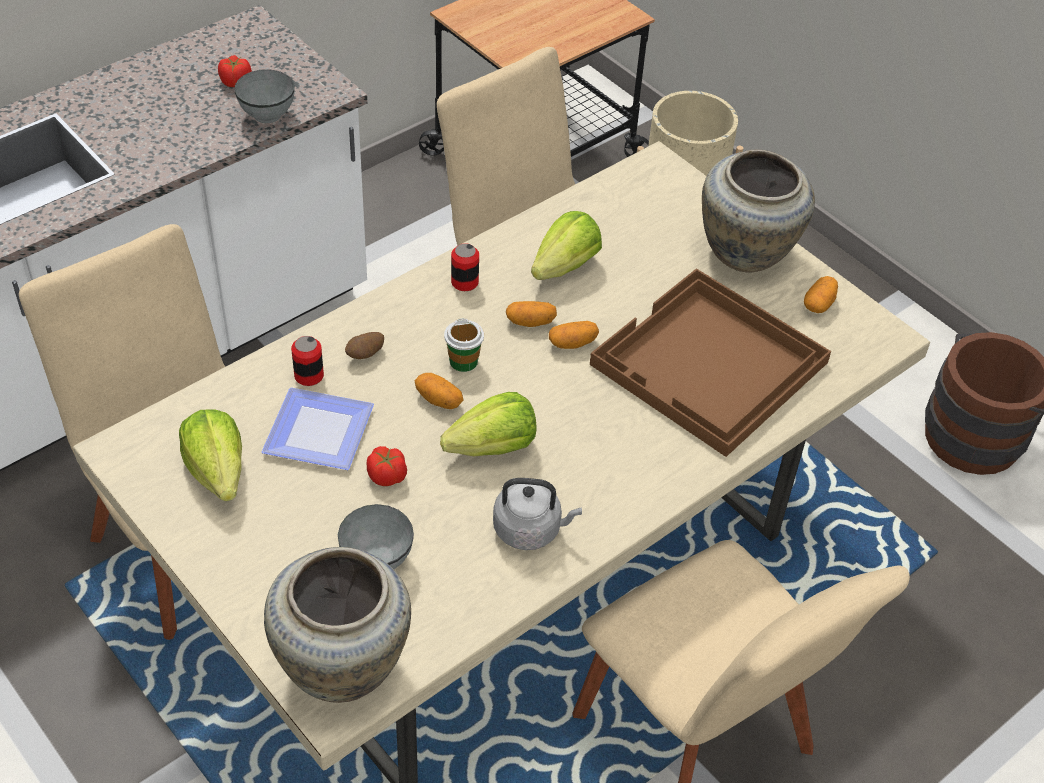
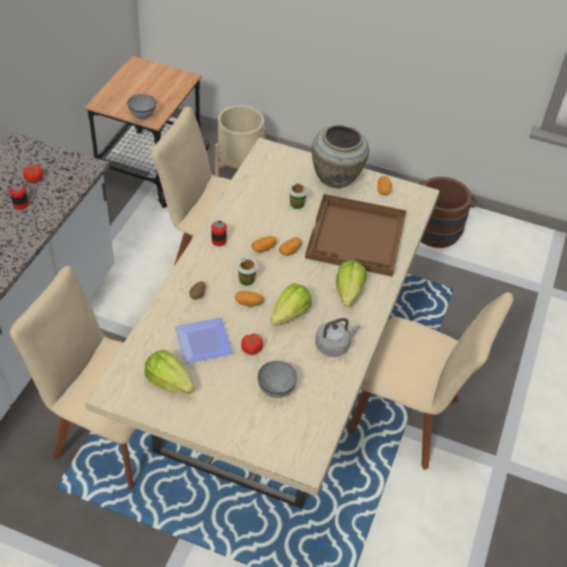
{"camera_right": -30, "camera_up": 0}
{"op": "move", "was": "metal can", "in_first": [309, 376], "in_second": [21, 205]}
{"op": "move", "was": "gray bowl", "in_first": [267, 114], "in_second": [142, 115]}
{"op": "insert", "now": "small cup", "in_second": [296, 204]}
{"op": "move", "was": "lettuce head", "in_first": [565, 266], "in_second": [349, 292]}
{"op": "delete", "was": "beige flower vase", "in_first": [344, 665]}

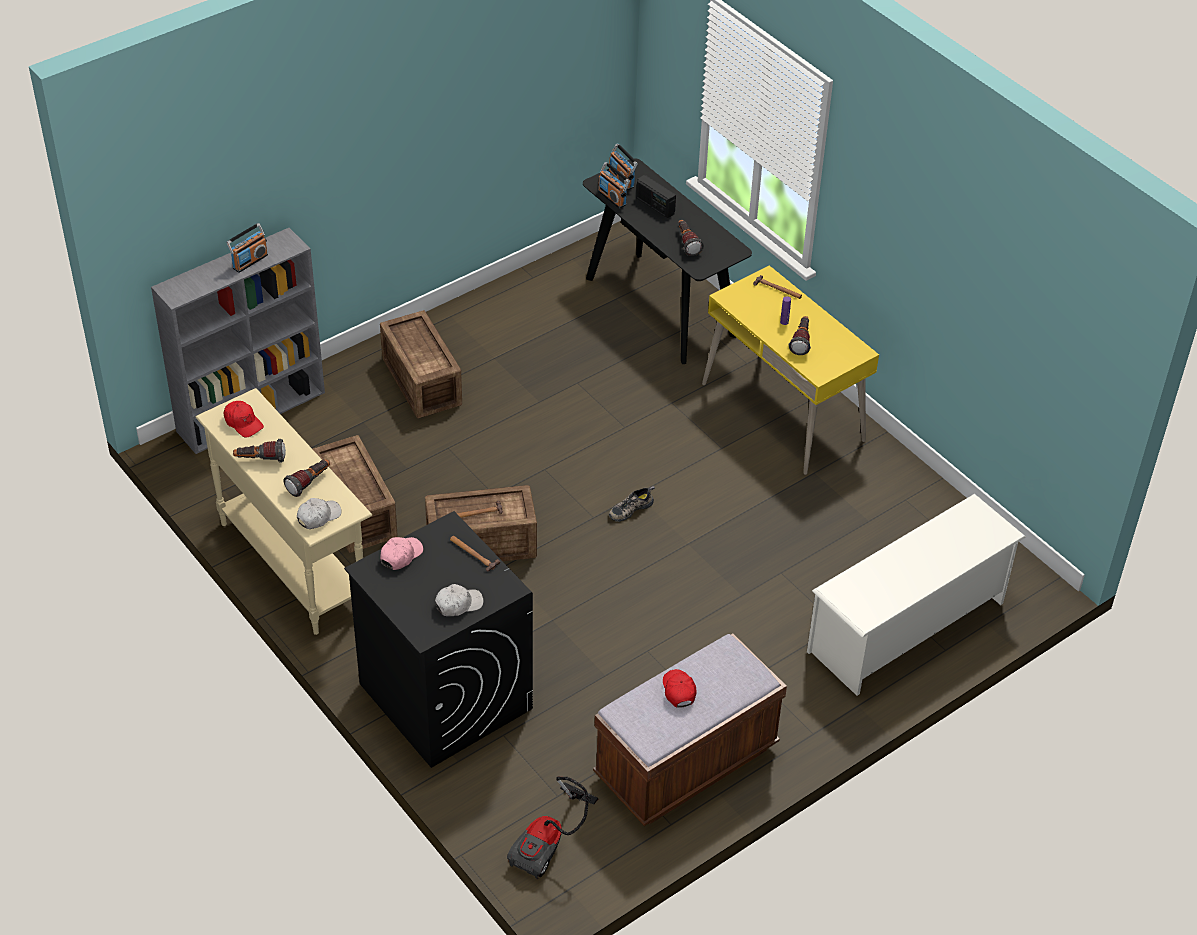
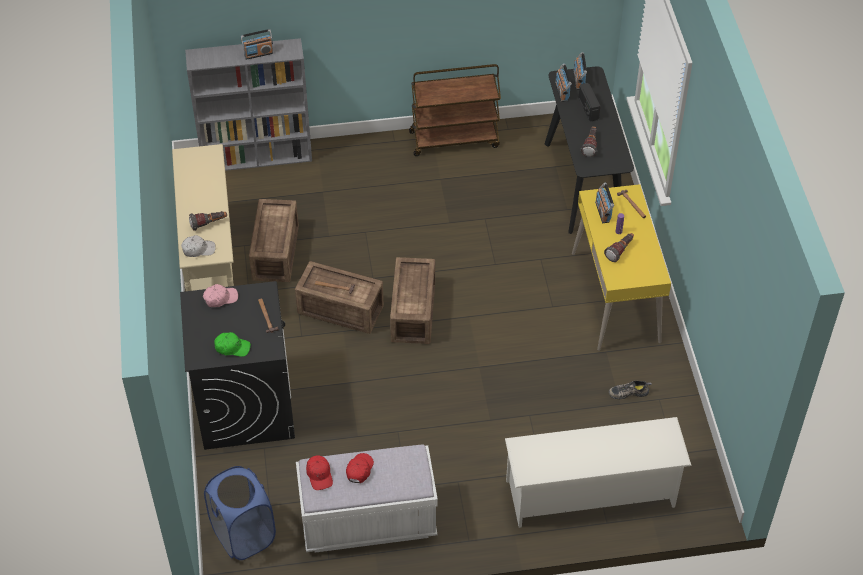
{"camera_right": 30, "camera_up": 5}
{"op": "replace", "was": "vacuum", "now": "blue-coloured hamper", "in_first": [550, 842], "in_second": [243, 535]}
{"op": "recolor", "was": "whitish cap", "now": "green-coloured cap", "in_first": [458, 604], "in_second": [232, 347]}
{"op": "recolor", "was": "brown-coloured bench", "now": "whitish bench", "in_first": [686, 763], "in_second": [368, 521]}
{"op": "move", "was": "red-coloured cap", "in_first": [243, 423], "in_second": [319, 475]}
{"op": "move", "was": "shipping crate", "in_first": [422, 380], "in_second": [414, 311]}
{"op": "insert", "now": "brown-coloured wheeled cart", "in_second": [454, 139]}
{"op": "insert", "now": "radio set", "in_second": [603, 212]}
{"op": "move", "was": "item of footwear", "in_first": [630, 508], "in_second": [629, 392]}
{"op": "delete", "was": "flashlight", "in_first": [260, 460]}

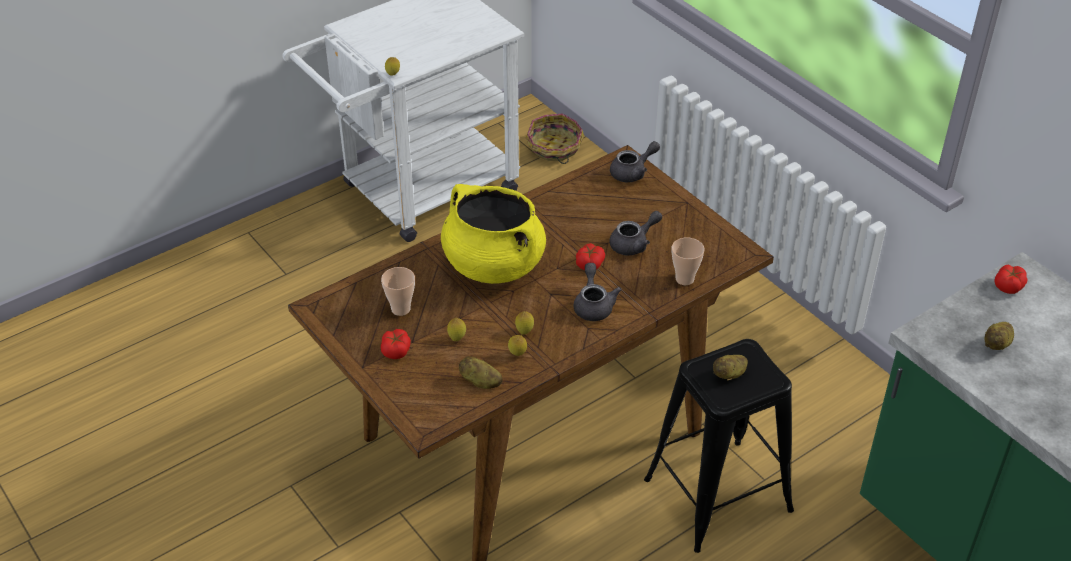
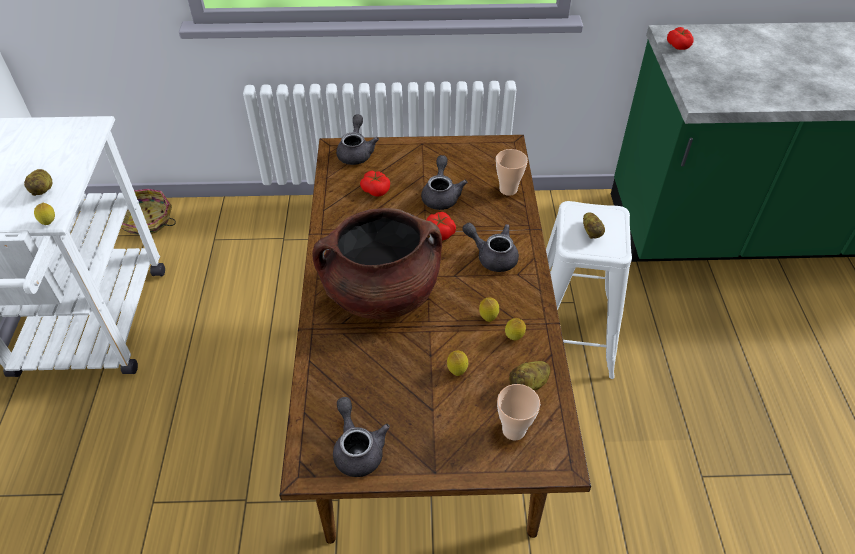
{"camera_right": -55, "camera_up": 5}
{"op": "move", "was": "whole potato", "in_first": [997, 344], "in_second": [43, 189]}
{"op": "recolor", "was": "yellow cooking pot", "now": "brown-coloured cooking pot", "in_first": [493, 265], "in_second": [382, 294]}
{"op": "insert", "now": "gray pot for tea", "in_second": [357, 448]}
{"op": "move", "was": "whole tomato", "in_first": [396, 350], "in_second": [375, 190]}
{"op": "move", "was": "small cup", "in_first": [401, 309], "in_second": [513, 430]}
{"op": "recolor", "was": "black-coloured stool", "now": "whitish stool", "in_first": [718, 495], "in_second": [570, 335]}

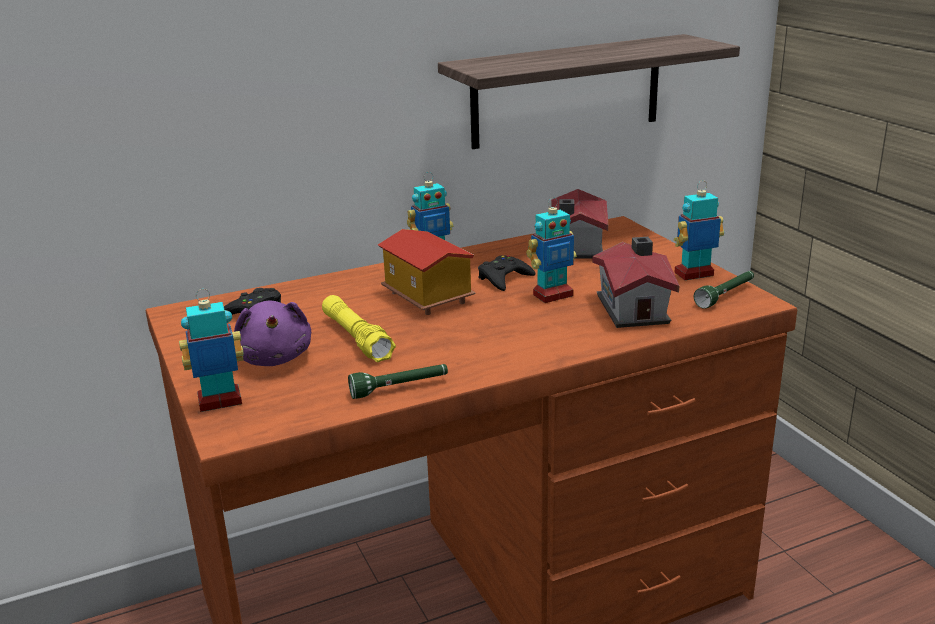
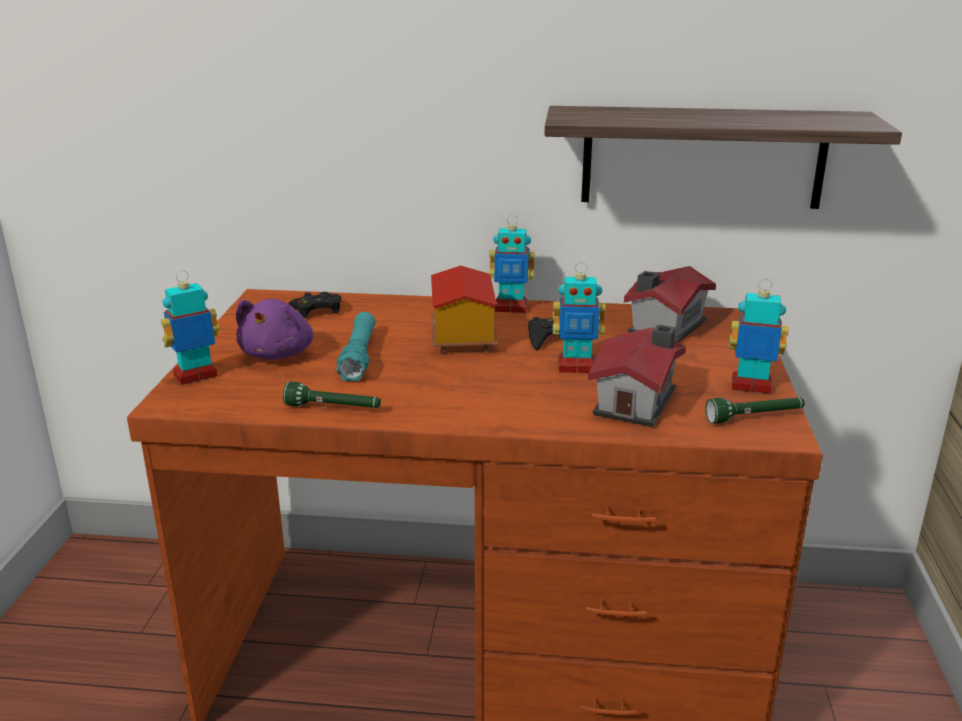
{"camera_right": 30, "camera_up": 0}
{"op": "rotate", "was": "model robot", "in_first": [220, 402], "in_second": [196, 376], "clockwise": -45}
{"op": "recolor", "was": "yellow flashlight", "now": "turquoise flashlight", "in_first": [356, 338], "in_second": [359, 356]}

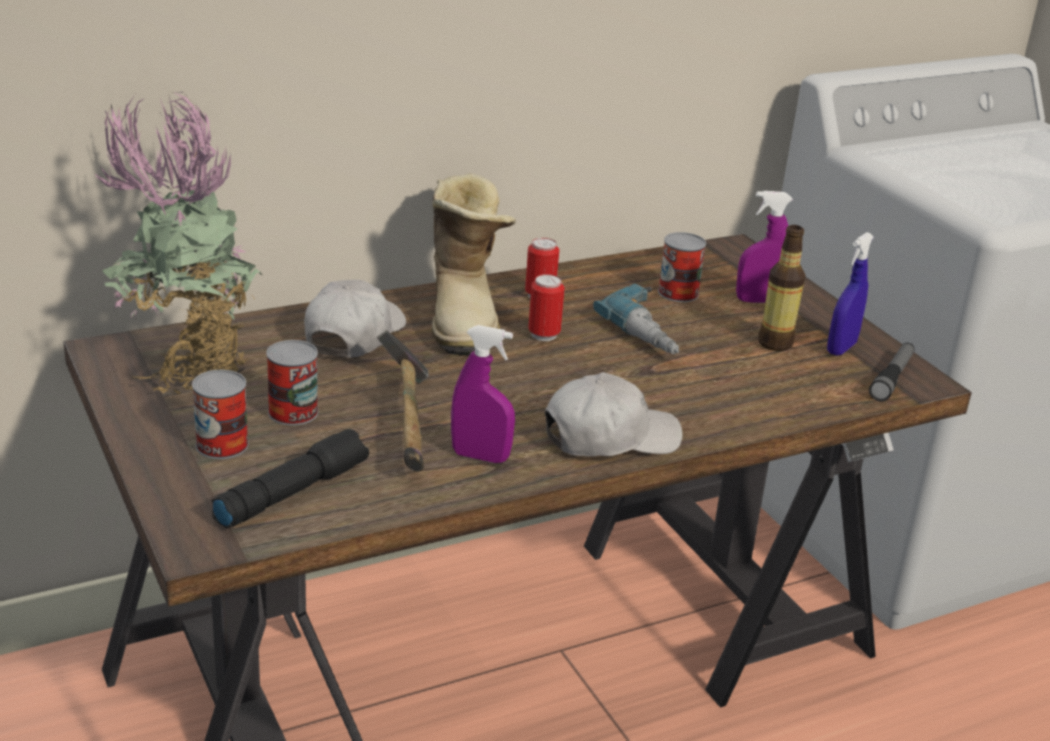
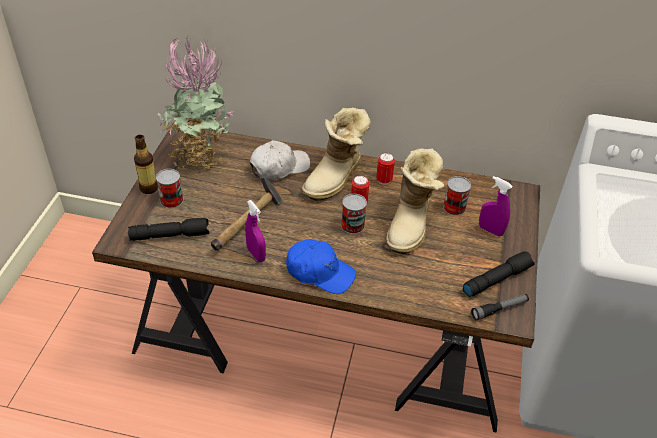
{"camera_right": 40, "camera_up": 15}
{"op": "move", "was": "bottle", "in_first": [775, 343], "in_second": [149, 188]}
{"op": "recolor", "was": "whitish cap", "now": "blue-coloured cap", "in_first": [610, 437], "in_second": [320, 272]}
{"op": "move", "was": "metal can", "in_first": [293, 412], "in_second": [352, 225]}
{"op": "replace", "was": "drill", "now": "tall boot", "in_first": [653, 331], "in_second": [412, 224]}
{"op": "replace", "was": "blue-coloured hand sprayer", "now": "black-coloured flashlight", "in_first": [841, 348], "in_second": [496, 279]}

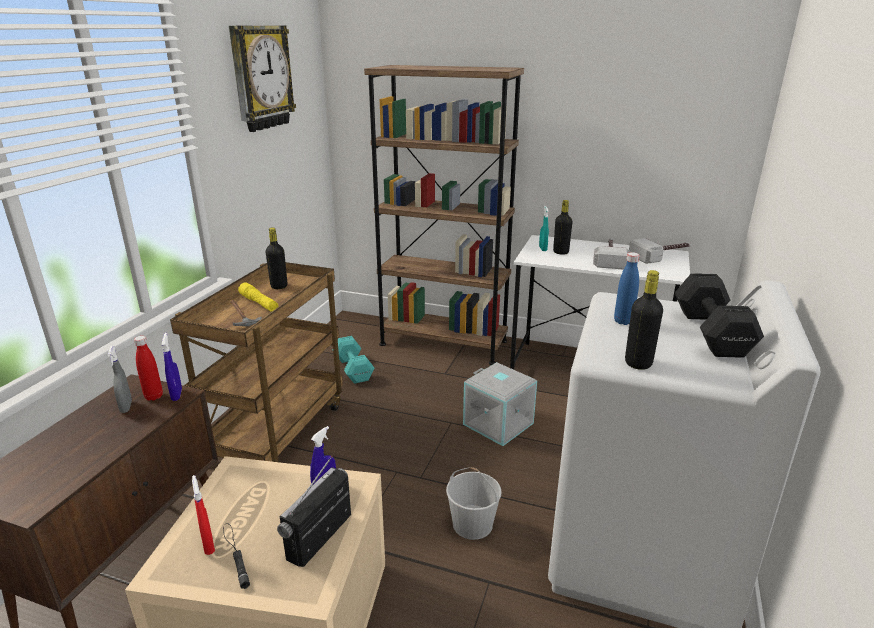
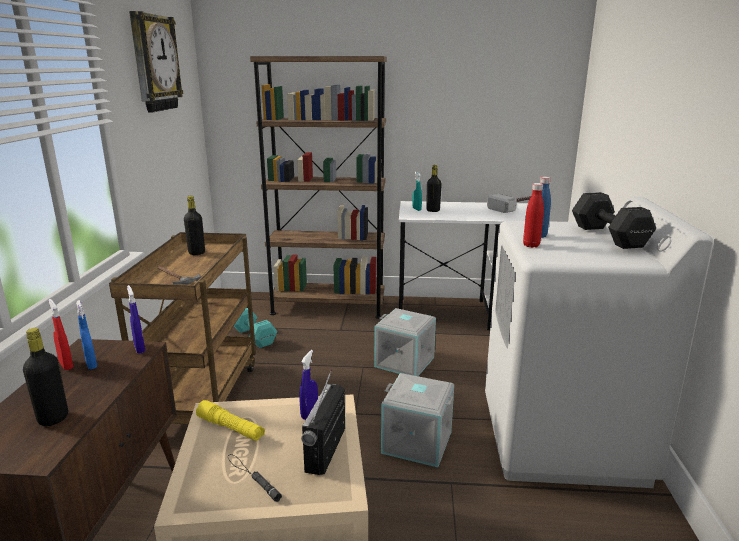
{"camera_right": -15, "camera_up": -5}
{"op": "move", "was": "black-coloured bottle", "in_first": [638, 363], "in_second": [53, 418]}
{"op": "move", "was": "red-coloured hand sprayer", "in_first": [208, 545], "in_second": [66, 365]}
{"op": "recolor", "was": "gray hand sprayer", "now": "blue-coloured hand sprayer", "in_first": [126, 407], "in_second": [91, 364]}
{"op": "move", "was": "yellow flashlight", "in_first": [259, 303], "in_second": [231, 428]}
{"op": "replace", "was": "whitish pail", "now": "gray storage container", "in_first": [473, 524], "in_second": [418, 441]}
{"op": "move", "was": "red-coloured bottle", "in_first": [154, 396], "in_second": [531, 245]}
{"op": "delete", "was": "hand hammer", "in_first": [610, 257]}

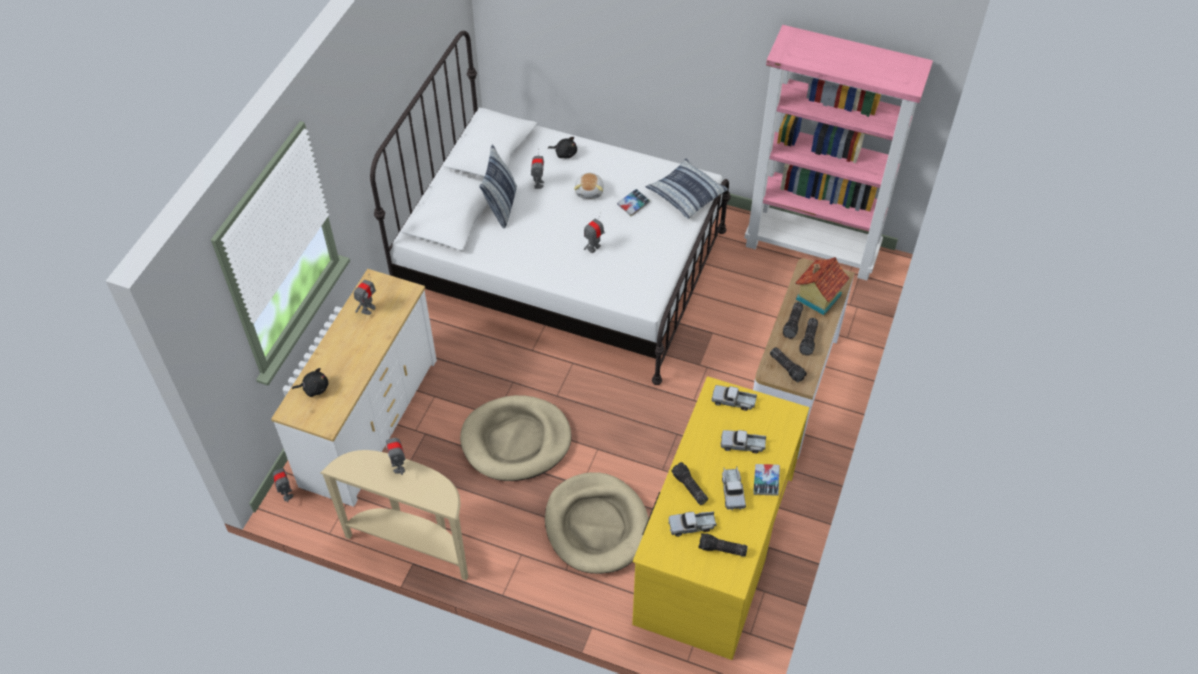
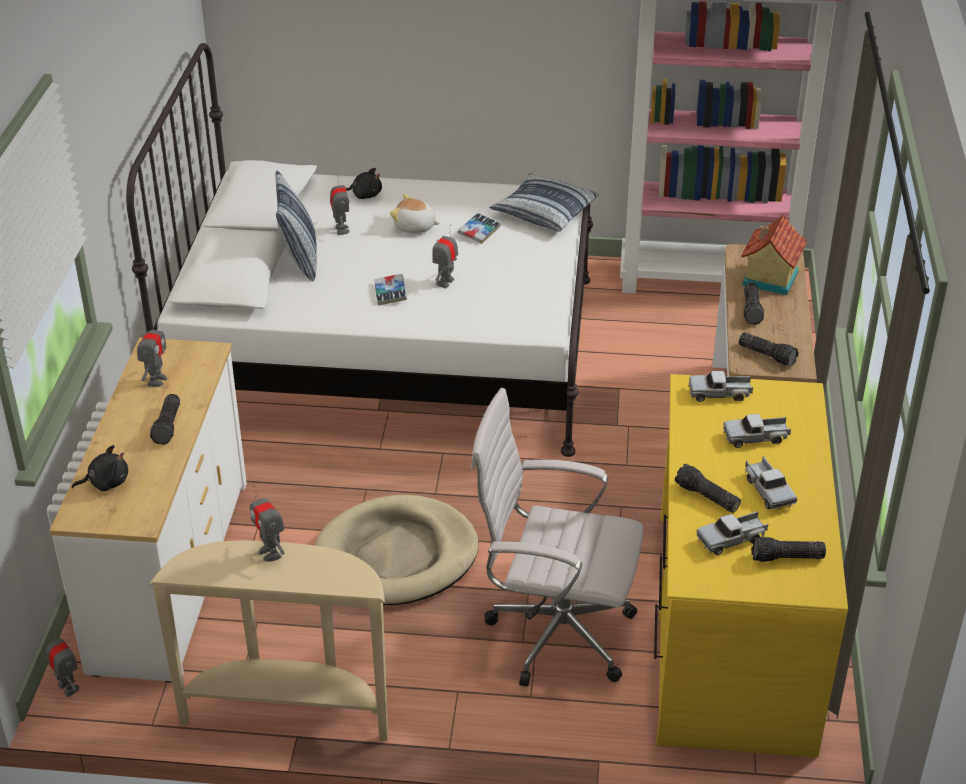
{"camera_right": -15, "camera_up": -15}
{"op": "move", "was": "flashlight", "in_first": [809, 340], "in_second": [169, 426]}
{"op": "move", "was": "volume", "in_first": [766, 481], "in_second": [390, 293]}
{"op": "rotate", "was": "soft toy", "in_first": [590, 191], "in_second": [415, 227], "clockwise": 120}
{"op": "replace", "was": "beige dog cushion", "now": "whitish office chair", "in_first": [596, 525], "in_second": [554, 634]}

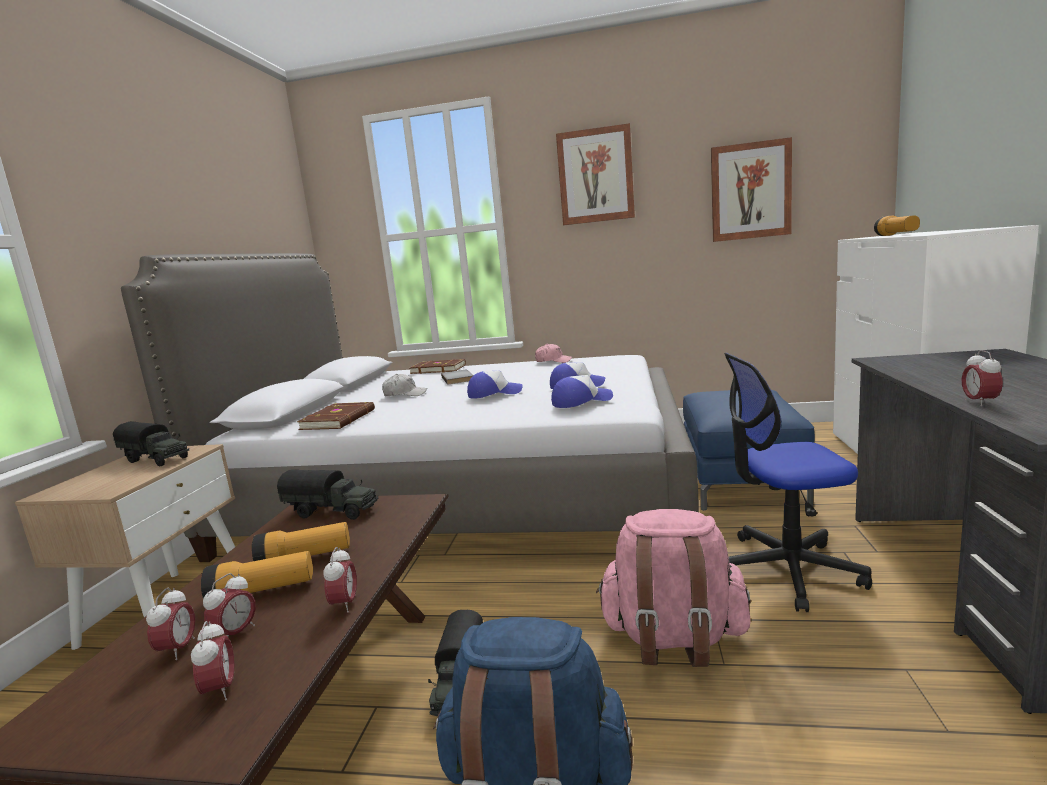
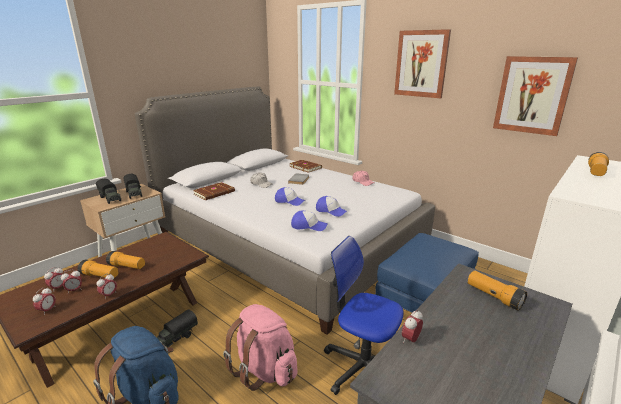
{"camera_right": 30, "camera_up": 10}
{"op": "move", "was": "model truck", "in_first": [333, 511], "in_second": [110, 198]}
{"op": "insert", "now": "flashlight", "in_second": [493, 297]}

